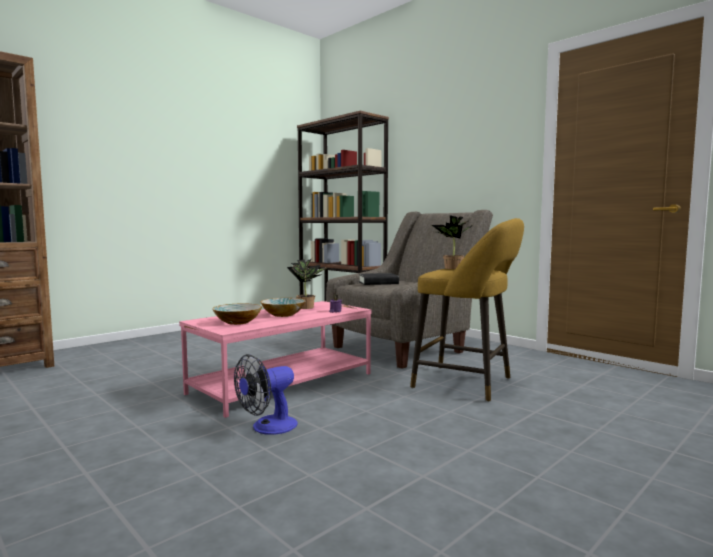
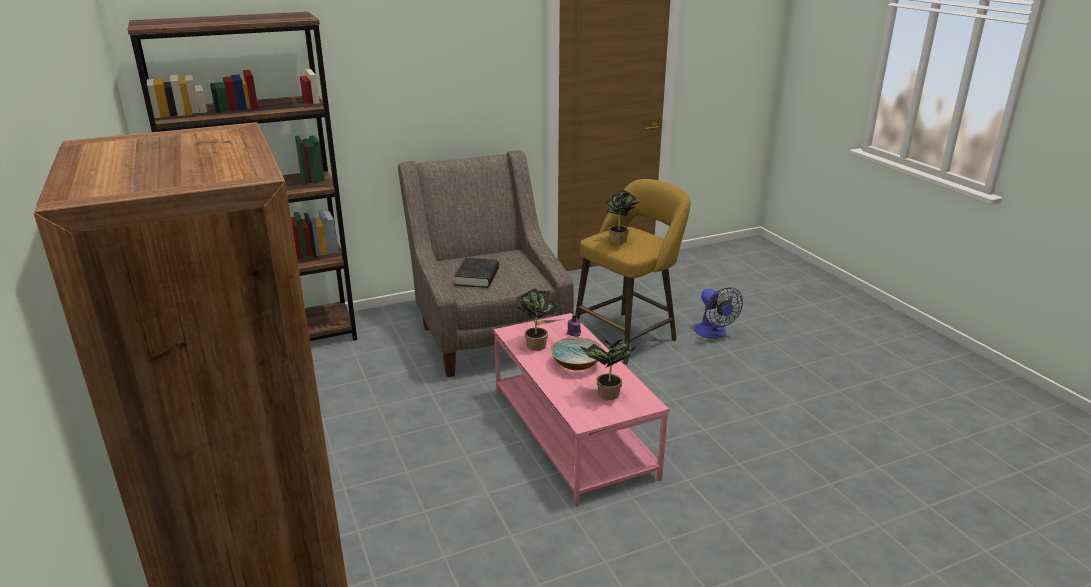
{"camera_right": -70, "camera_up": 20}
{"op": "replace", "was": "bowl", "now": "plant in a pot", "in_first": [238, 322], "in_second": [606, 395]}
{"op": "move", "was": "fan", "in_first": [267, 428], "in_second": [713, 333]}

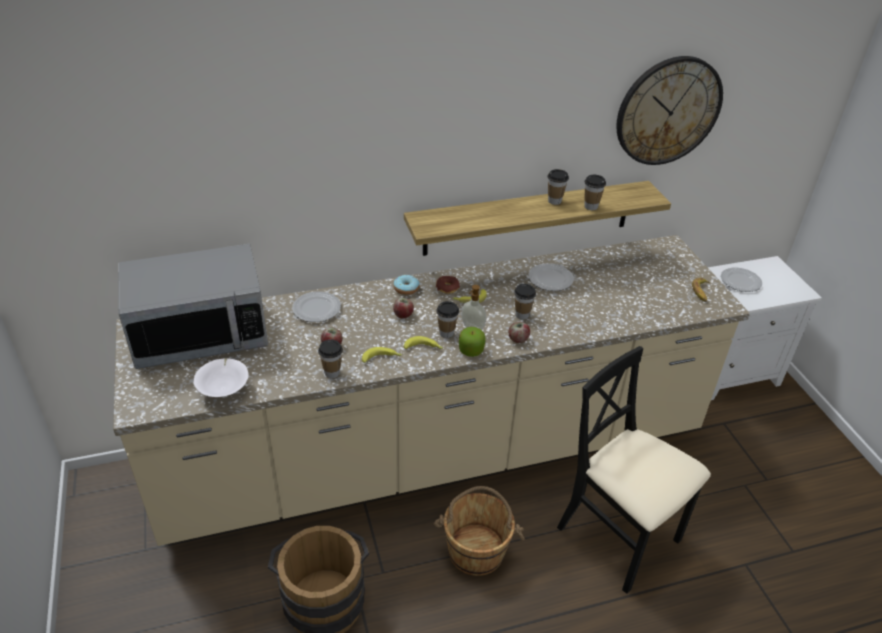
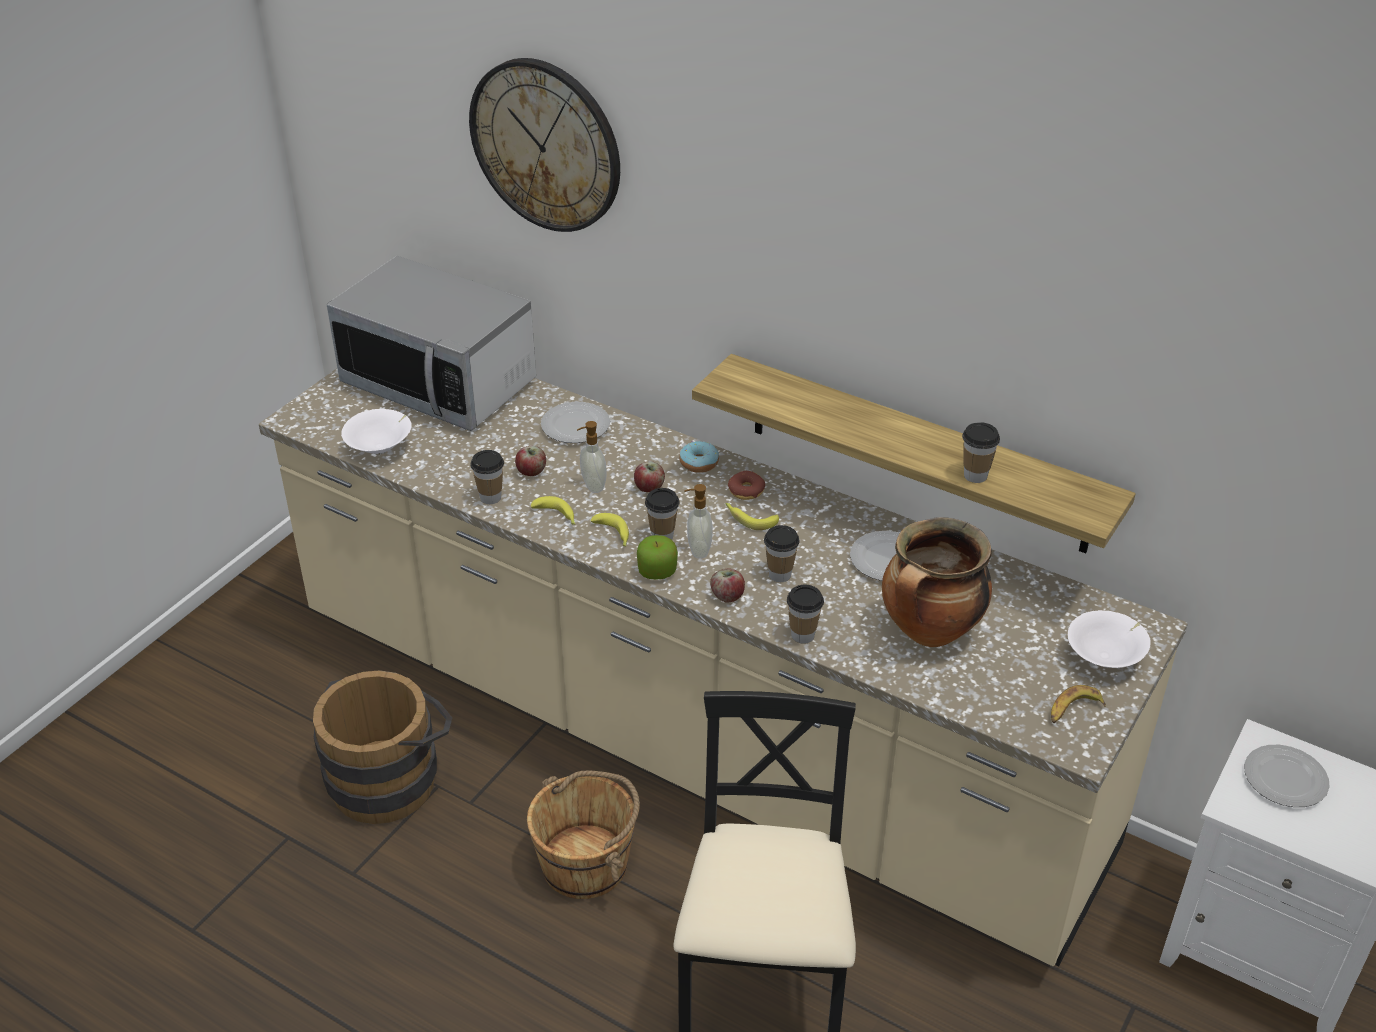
{"camera_right": 50, "camera_up": 0}
{"op": "move", "was": "hanging clock", "in_first": [668, 111], "in_second": [546, 145]}
{"op": "insert", "now": "liquid soap bottle", "in_second": [592, 486]}
{"op": "move", "was": "small cup", "in_first": [554, 201], "in_second": [803, 635]}
{"op": "insert", "now": "cooking pot", "in_second": [930, 632]}
{"op": "insert", "now": "whitish bowl", "in_second": [1105, 659]}

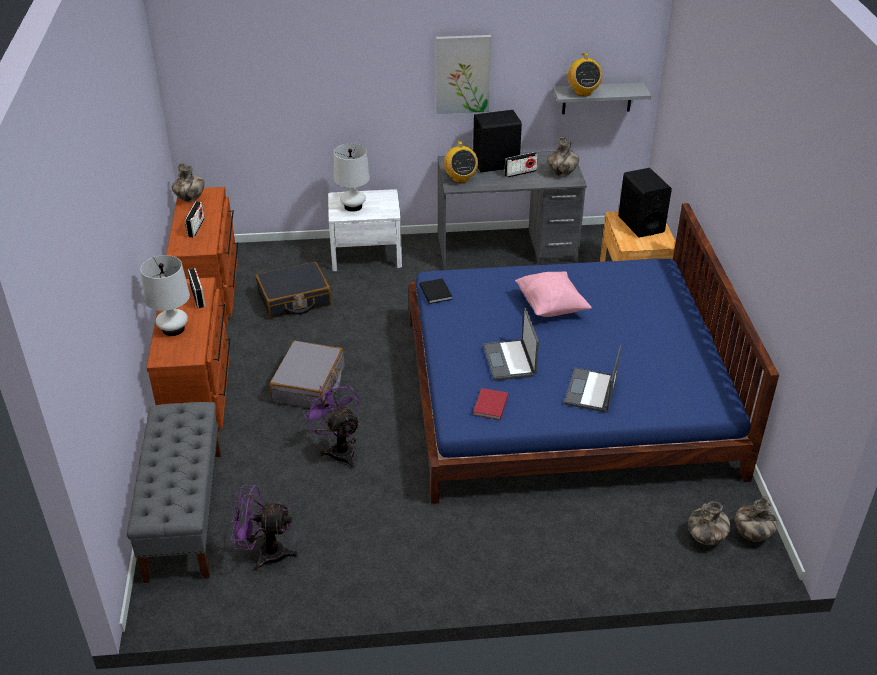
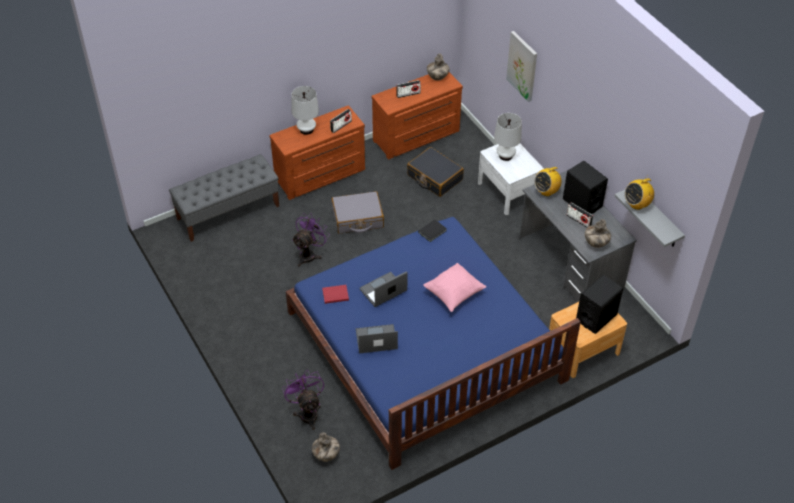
{"camera_right": 65, "camera_up": 10}
{"op": "move", "was": "purple-coloured fan", "in_first": [264, 553], "in_second": [307, 412]}
{"op": "move", "was": "wall picture", "in_first": [462, 74], "in_second": [522, 66]}
{"op": "delete", "was": "flower vase", "in_first": [752, 534]}

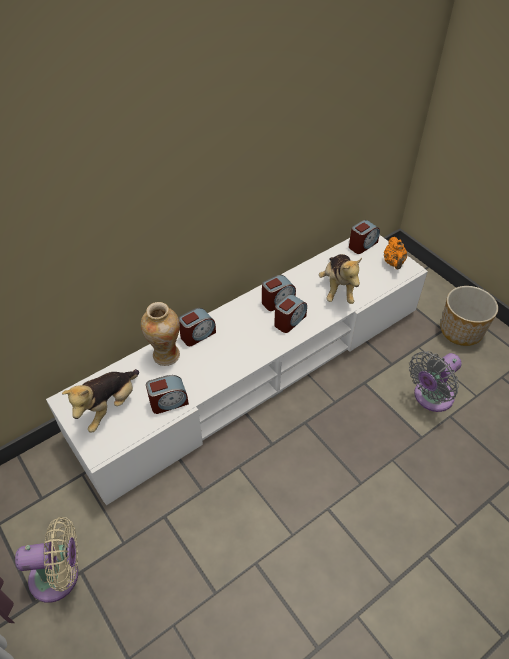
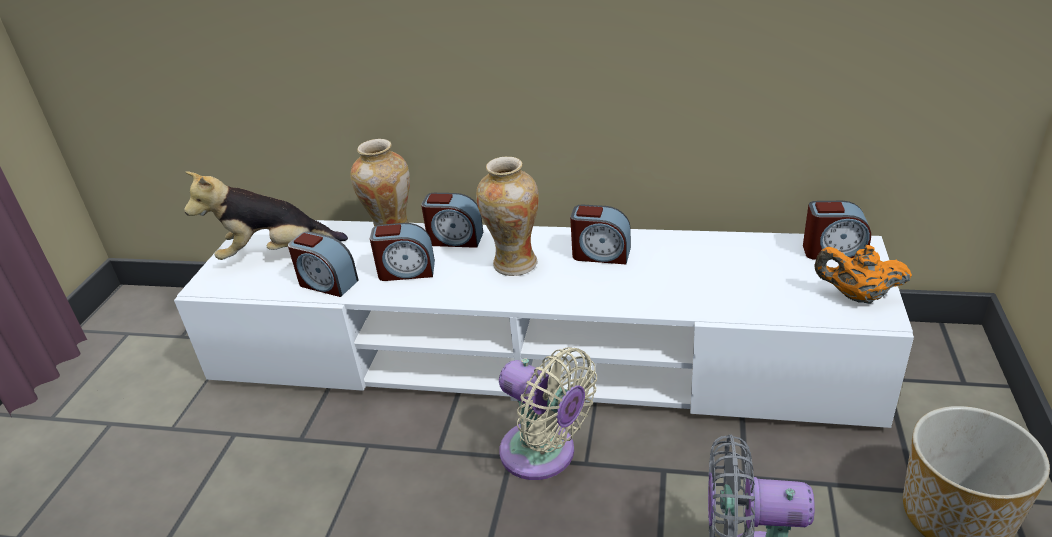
{"camera_right": 50, "camera_up": -15}
{"op": "move", "was": "alarm clock", "in_first": [289, 321], "in_second": [406, 271]}
{"op": "insert", "now": "flower vase", "in_second": [515, 264]}
{"op": "move", "was": "beige fan", "in_first": [60, 576], "in_second": [544, 455]}
{"op": "rotate", "was": "orange-coloured pot for tea", "in_first": [393, 263], "in_second": [857, 296], "clockwise": 60}
{"op": "delete", "was": "soft toy", "in_first": [338, 288]}

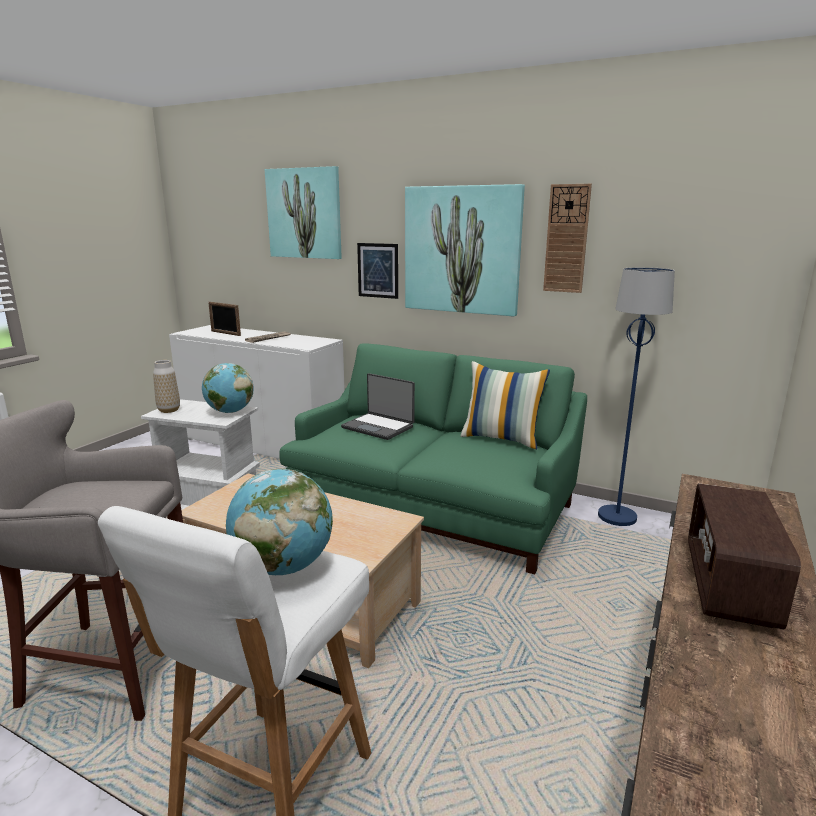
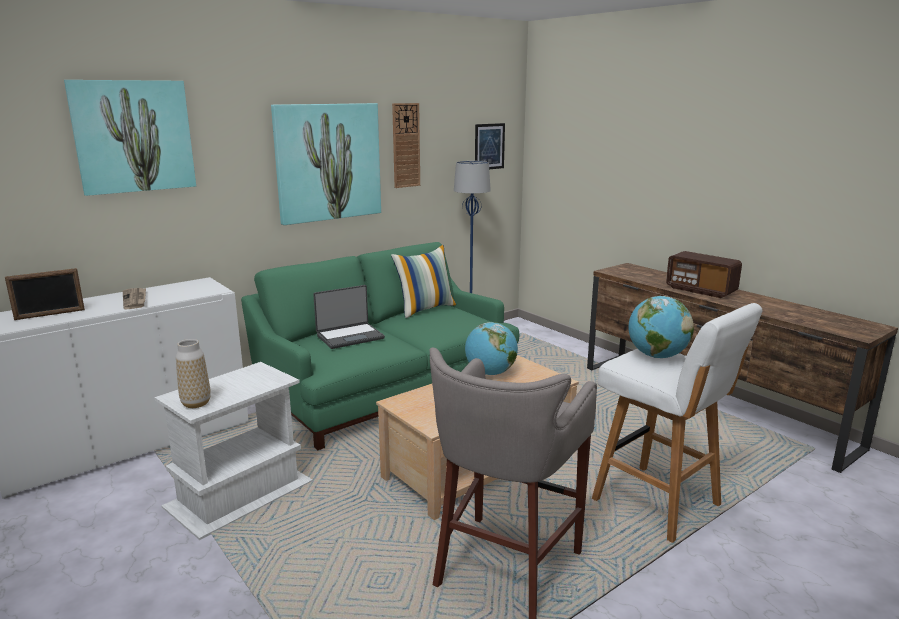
{"camera_right": -65, "camera_up": 0}
{"op": "move", "was": "world globe", "in_first": [230, 412], "in_second": [490, 373]}
{"op": "move", "was": "wall picture", "in_first": [378, 270], "in_second": [489, 146]}

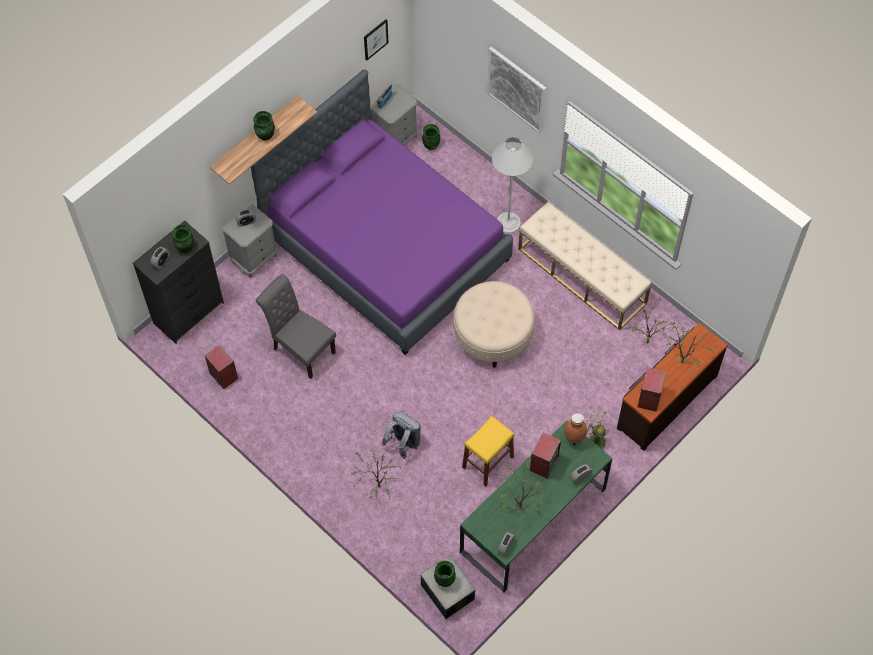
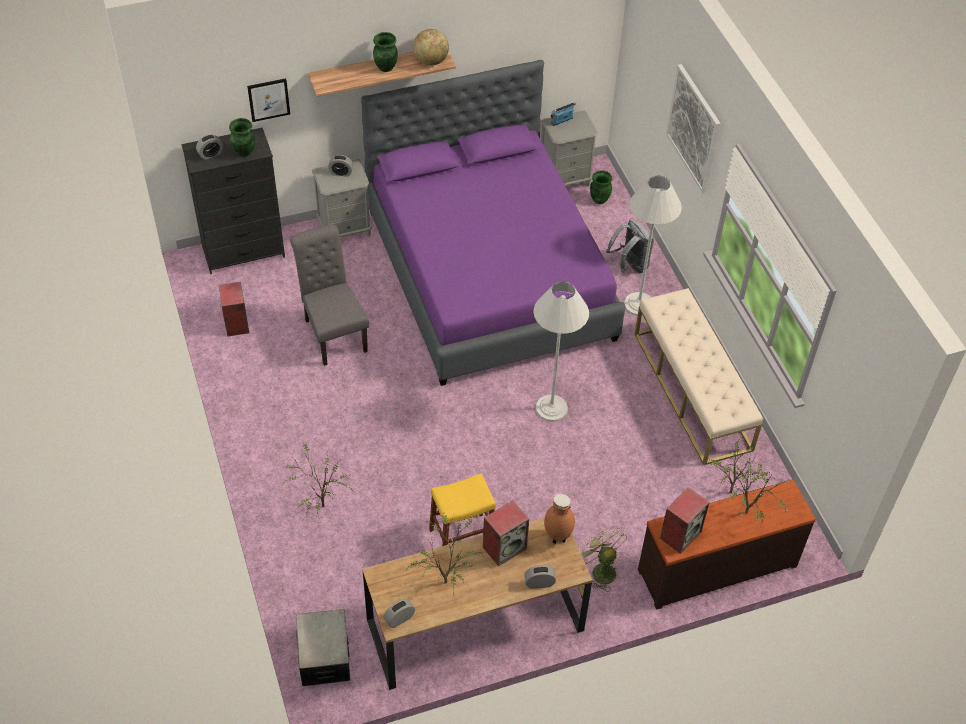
{"camera_right": 25, "camera_up": -10}
{"op": "move", "was": "wall picture", "in_first": [375, 39], "in_second": [268, 99]}
{"op": "recolor", "was": "green-coloured desk", "now": "brown-coloured desk", "in_first": [533, 520], "in_second": [475, 625]}
{"op": "insert", "now": "world globe", "in_second": [431, 61]}
{"op": "replace", "was": "beige pouffe", "now": "whitish floor lamp", "in_first": [493, 335], "in_second": [551, 408]}
{"op": "move", "was": "gray rucksack", "in_first": [403, 443], "in_second": [629, 265]}
{"op": "delete", "was": "green-coloured flower vase", "in_first": [444, 580]}

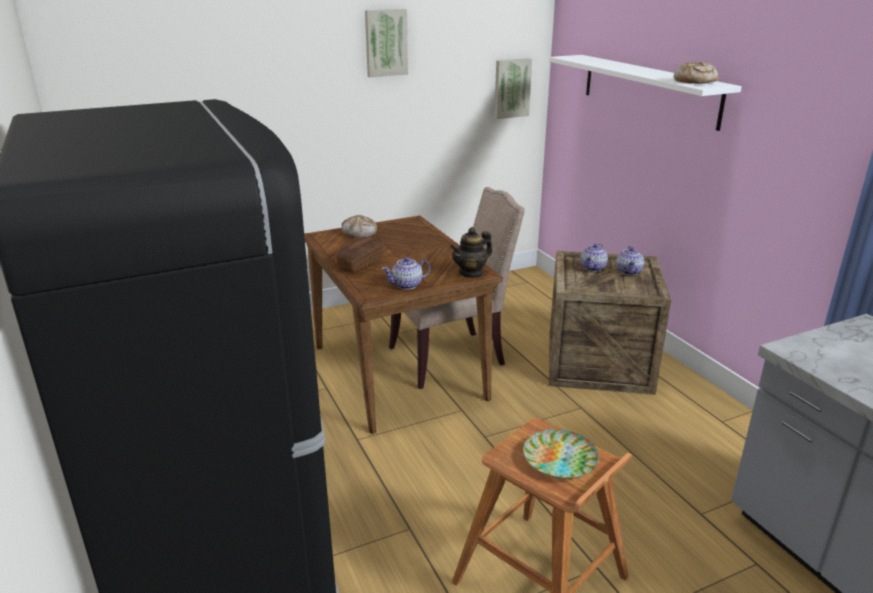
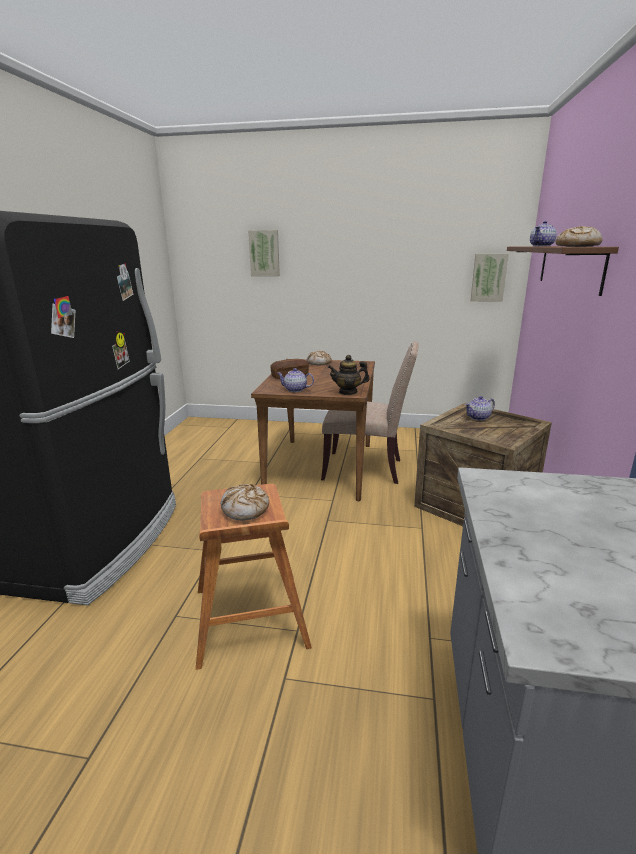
{"camera_right": 35, "camera_up": -5}
{"op": "replace", "was": "flat dish", "now": "bread", "in_first": [560, 459], "in_second": [245, 509]}
{"op": "move", "was": "wall picture", "in_first": [385, 43], "in_second": [264, 253]}
{"op": "recolor", "was": "whitish wall shelf", "now": "brown-coloured wall shelf", "in_first": [648, 89], "in_second": [569, 267]}
{"op": "move", "was": "pot for tea", "in_first": [629, 271], "in_second": [542, 246]}

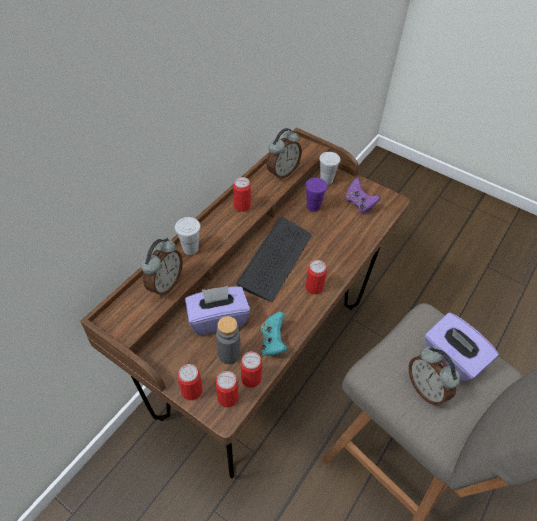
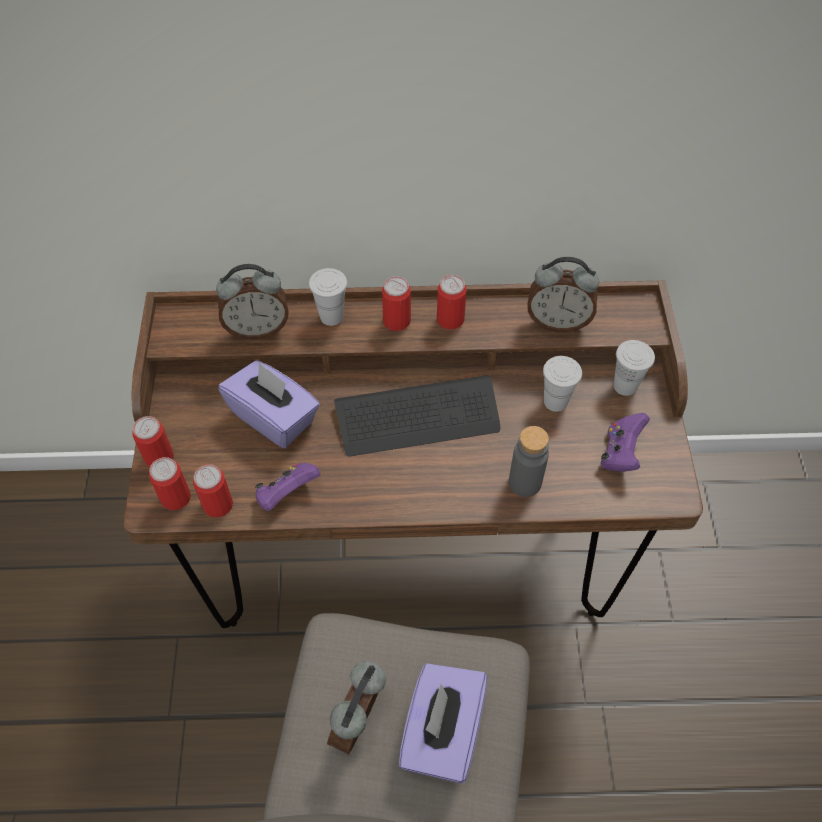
{"camera_right": 55, "camera_up": 5}
{"op": "recolor", "was": "turquoise gamepad", "now": "purple-coloured gamepad", "in_first": [272, 341], "in_second": [287, 494]}
{"op": "move", "was": "metal can", "in_first": [314, 287], "in_second": [396, 321]}
{"op": "move", "was": "gray bottle", "in_first": [229, 354], "in_second": [525, 482]}
{"op": "recolor", "was": "purple-coloured small cup", "now": "whitish small cup", "in_first": [313, 206], "in_second": [555, 401]}

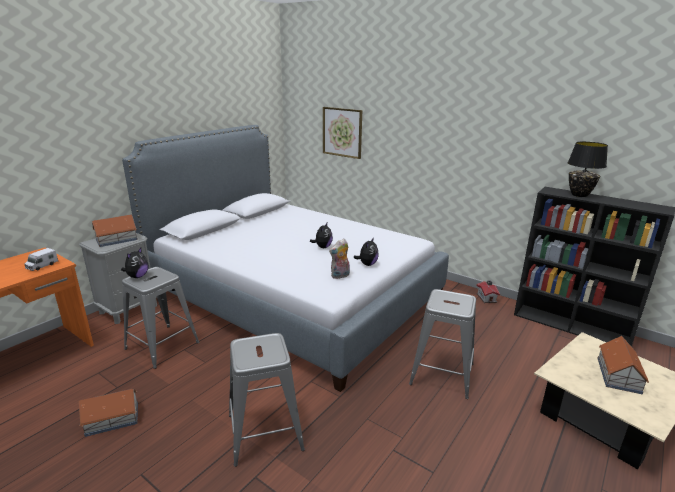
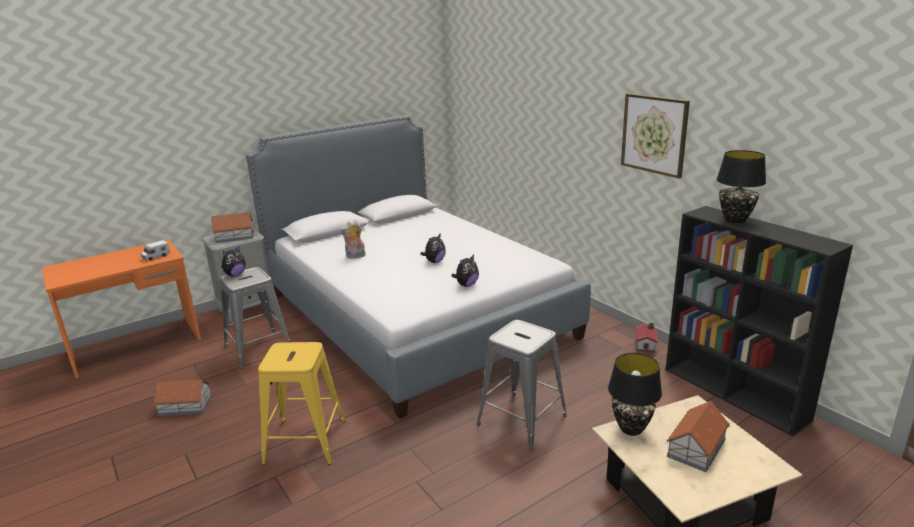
{"camera_right": 20, "camera_up": 0}
{"op": "recolor", "was": "gray stool", "now": "yellow stool", "in_first": [265, 432], "in_second": [305, 442]}
{"op": "move", "was": "soft toy", "in_first": [340, 276], "in_second": [355, 256]}
{"op": "insert", "now": "black-coloured tabletop lamp", "in_second": [631, 429]}
{"op": "move", "was": "wall picture", "in_first": [342, 132], "in_second": [654, 134]}

